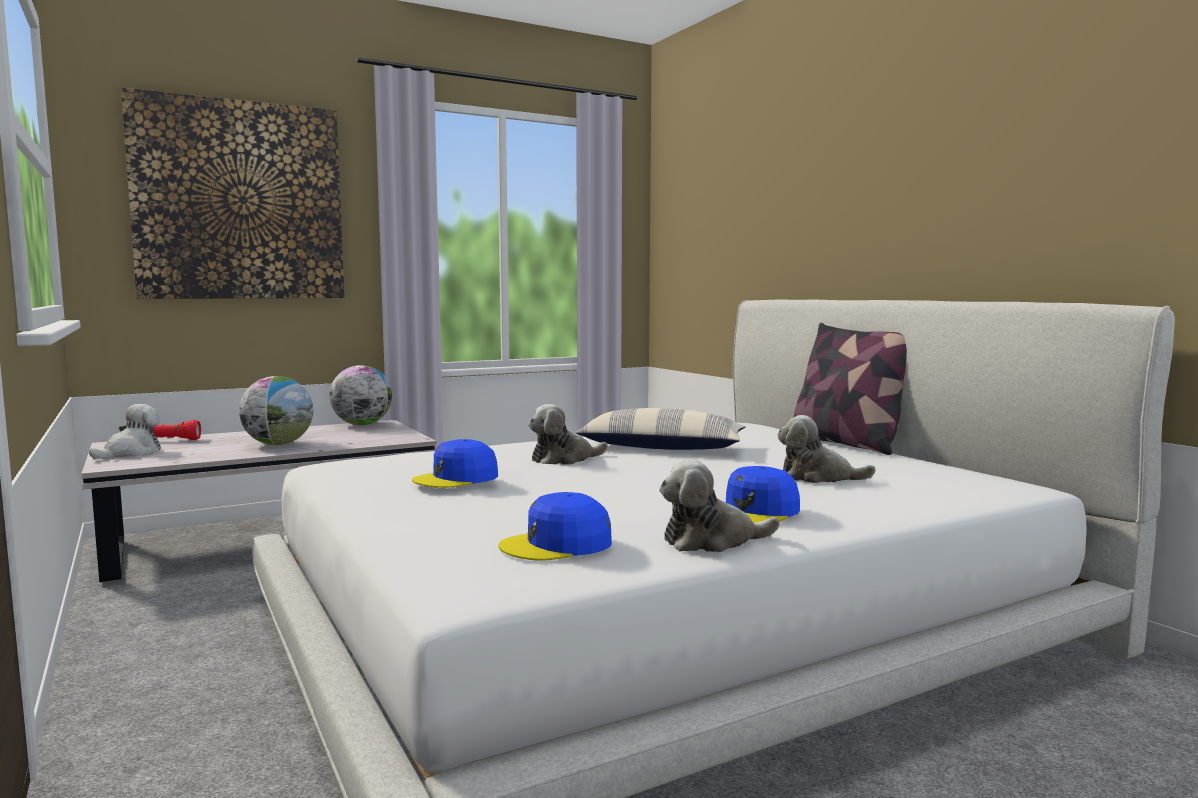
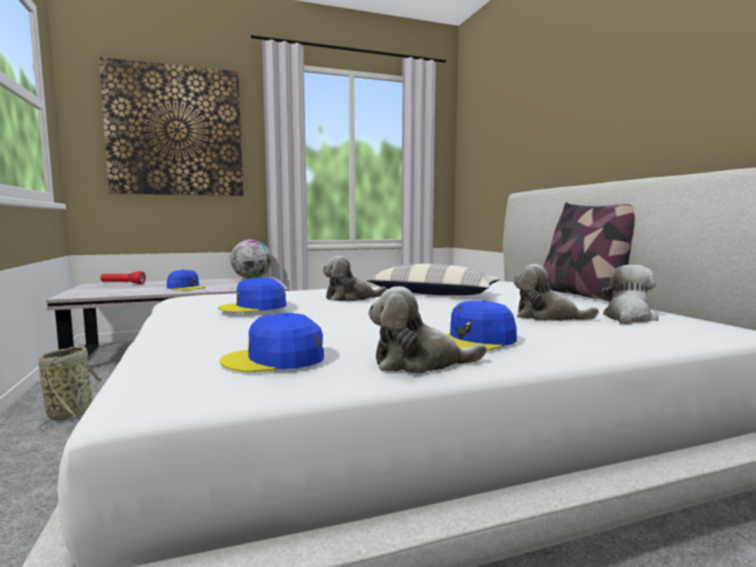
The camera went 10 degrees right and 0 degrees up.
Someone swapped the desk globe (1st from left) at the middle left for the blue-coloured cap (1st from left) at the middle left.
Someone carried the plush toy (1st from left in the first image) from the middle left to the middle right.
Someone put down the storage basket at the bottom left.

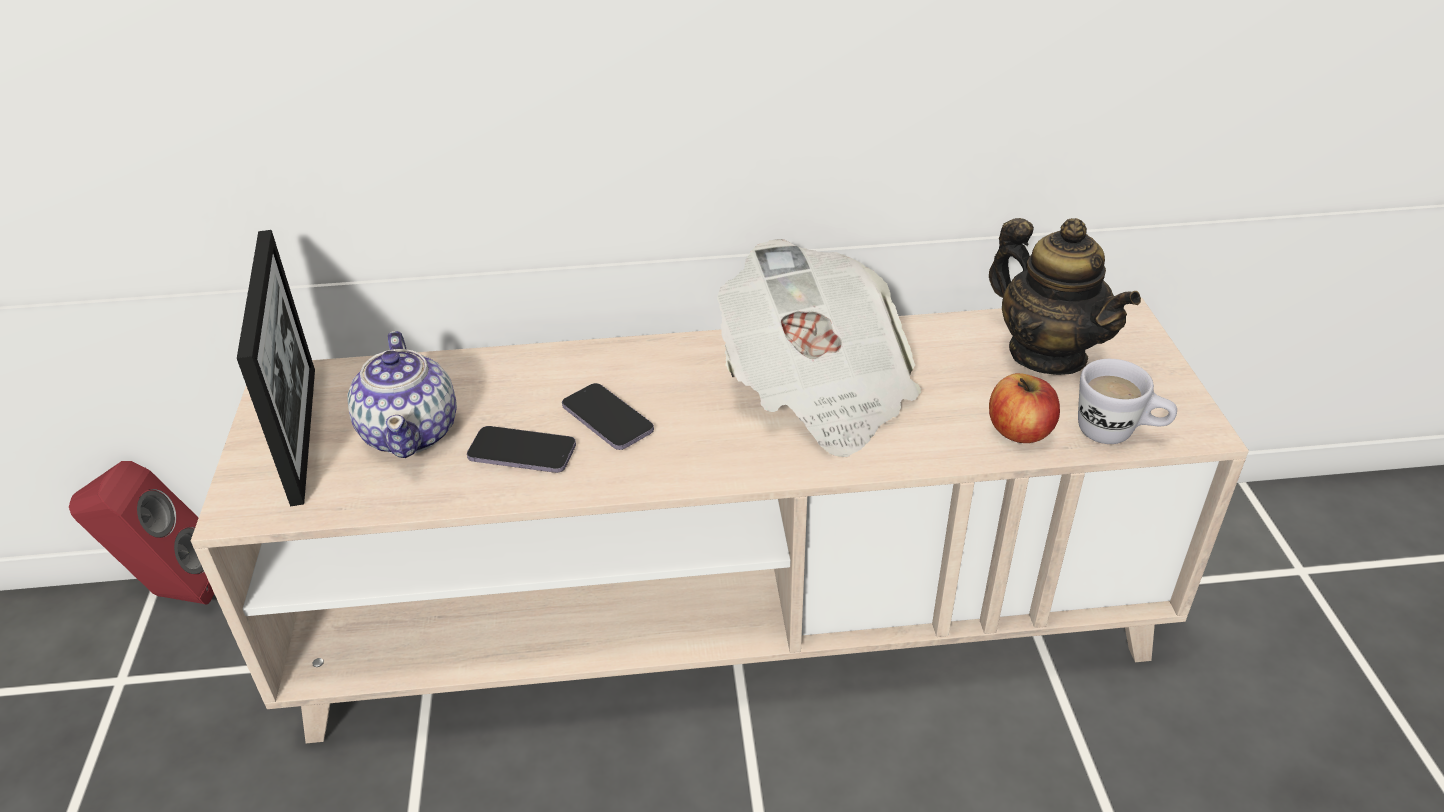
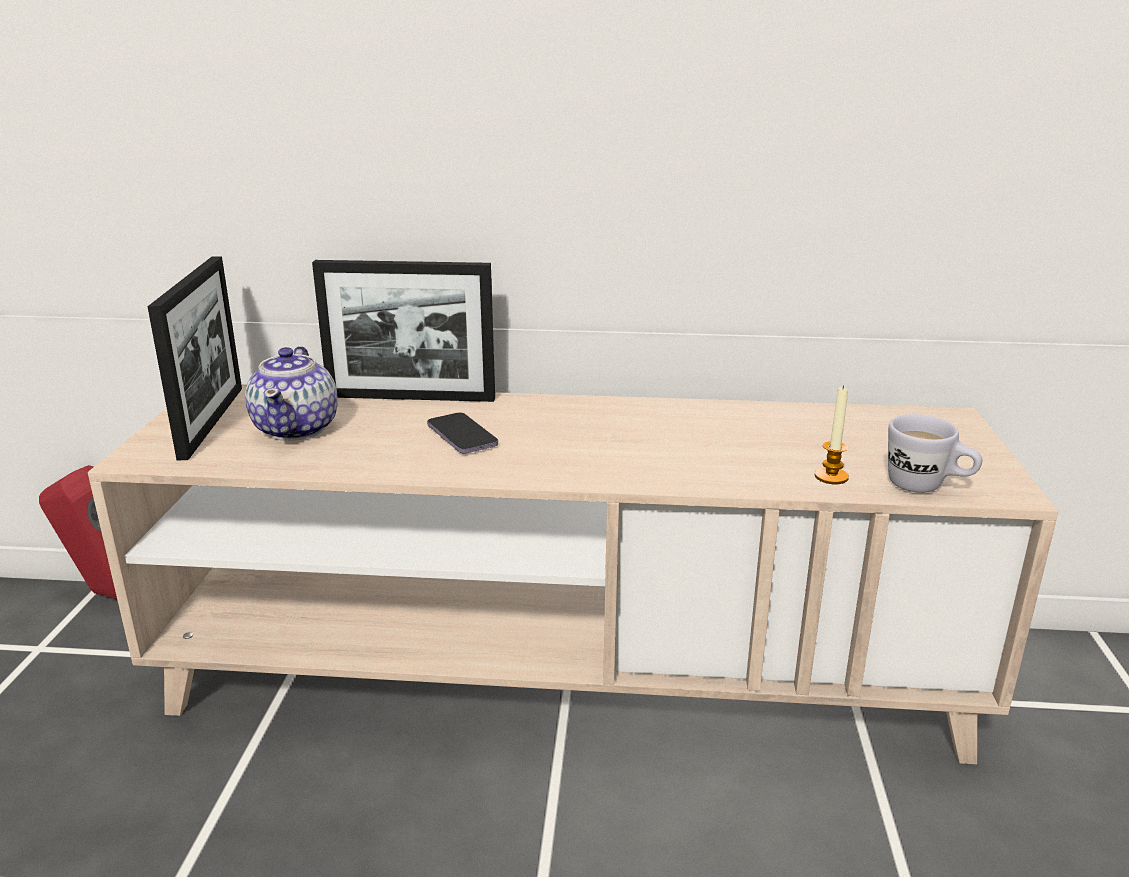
The camera went 10 degrees right and 15 degrees down.
Someone took away the pot for tea (2nd from left) at the middle right.
Someone took away the printed paper at the centre.
Someone swapped the apple at the middle right for the wax candle at the middle right.
Someone took away the handset (1st from left) at the centre.
Someone put down the standing frame (2nd from left) at the centre.

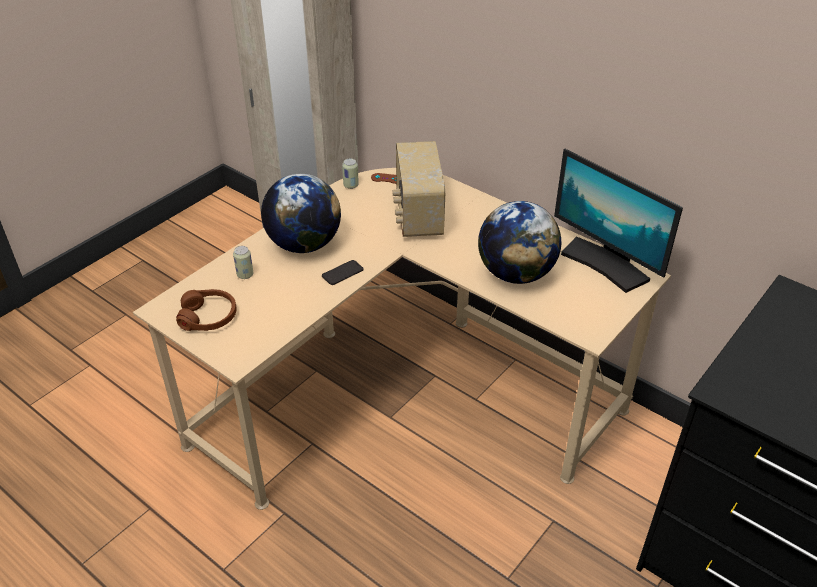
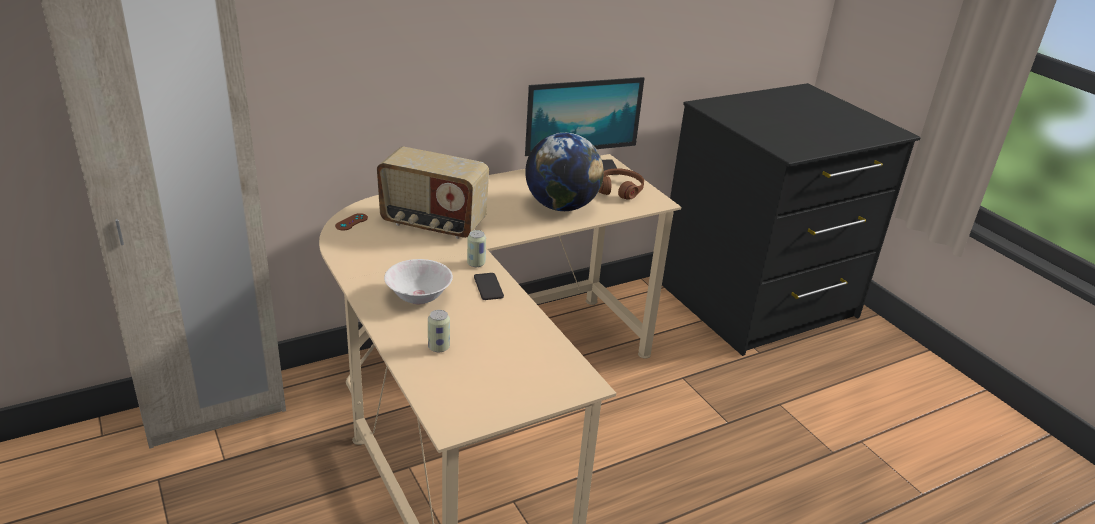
The camera went 70 degrees left and 10 degrees down.
Someone carried the sealed can (2nd from left) from the top centre to the centre.
Someone swapped the desk globe (1st from left) at the centre for the white-coloured serving bowl at the centre.
Someone carried the brown headphones from the middle left to the centre.

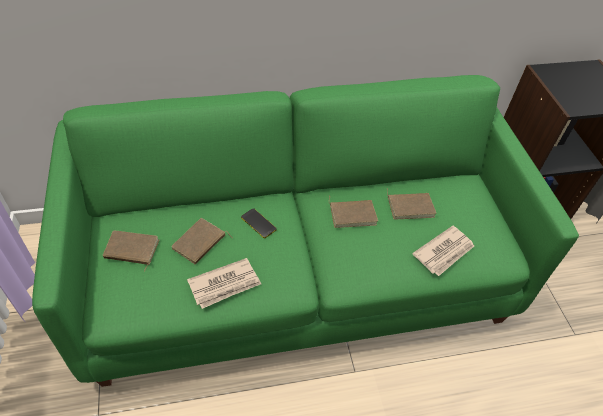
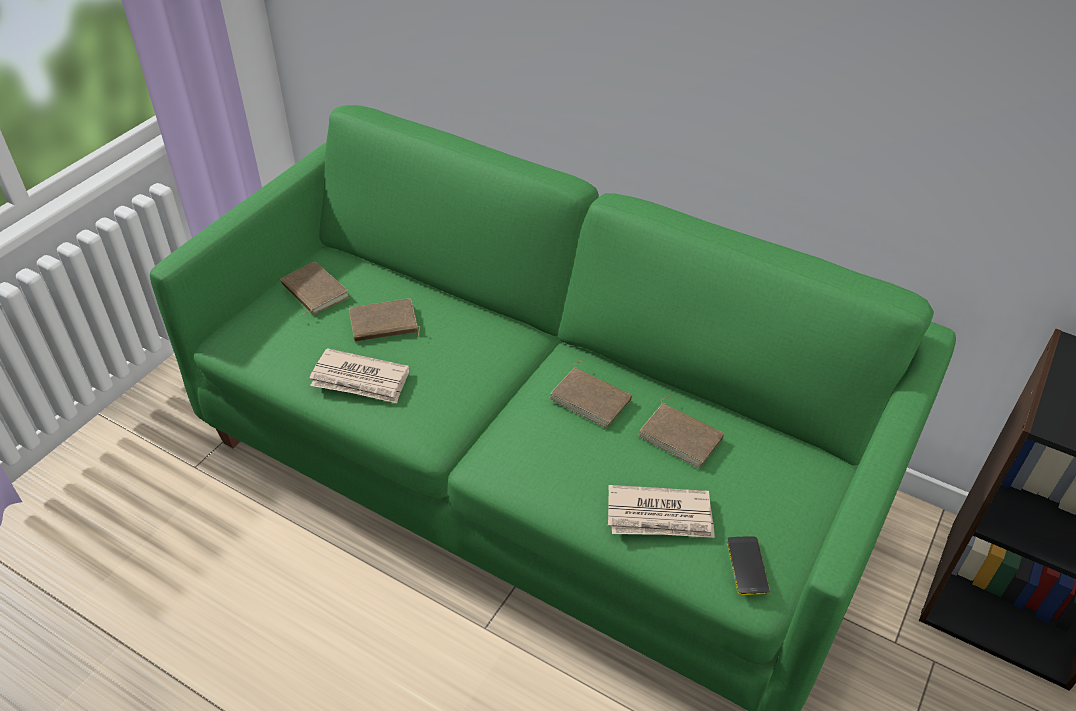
The camera went 45 degrees right and 5 degrees down.
Someone carried the handset from the centre to the bottom right.

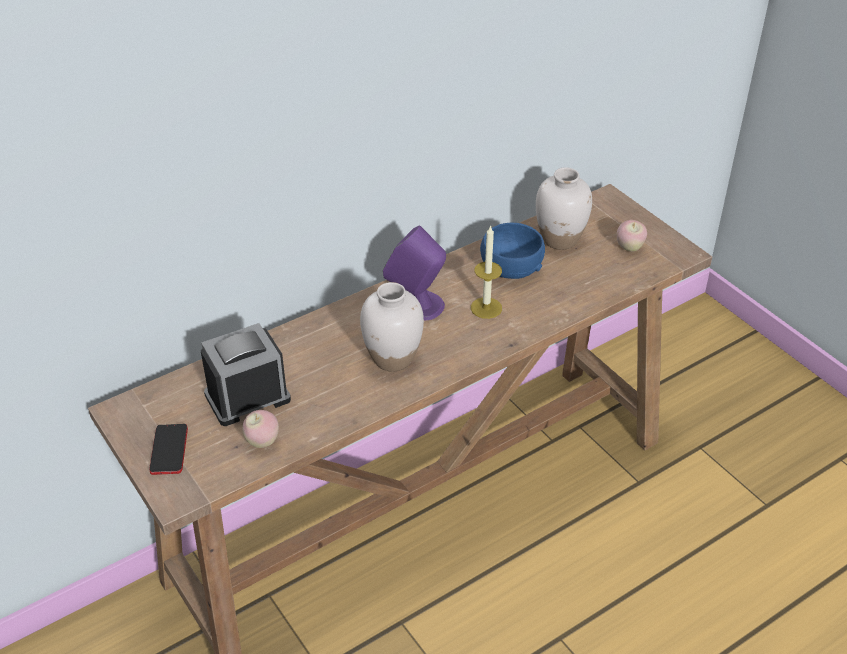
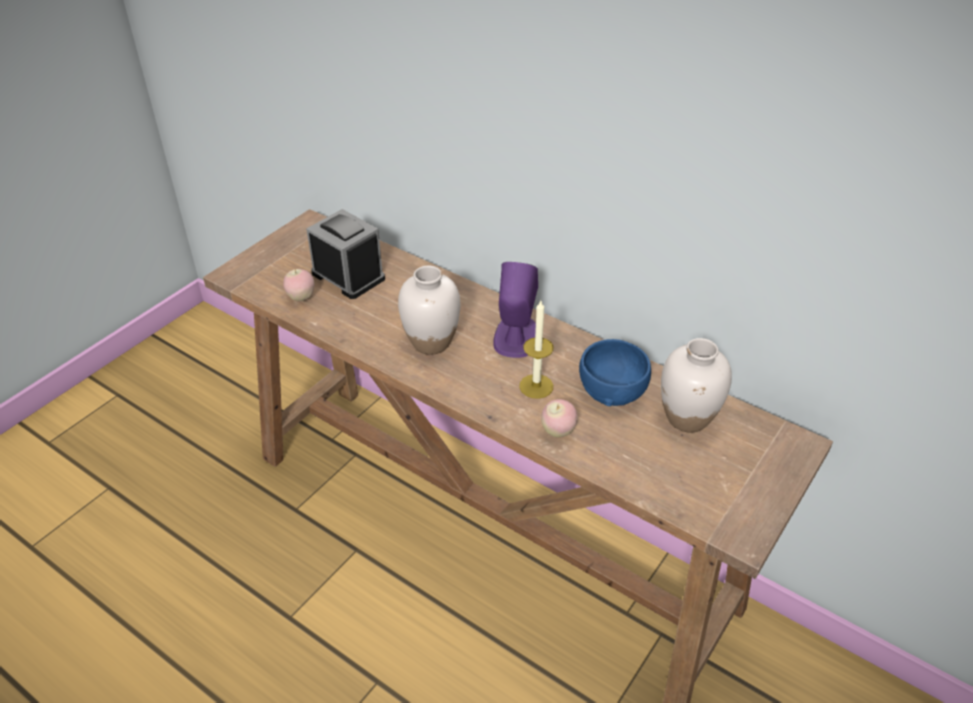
The camera went 70 degrees right and 0 degrees up.
Someone carried the apple (2nd from left) from the middle right to the centre.
Someone took away the handset at the bottom left.

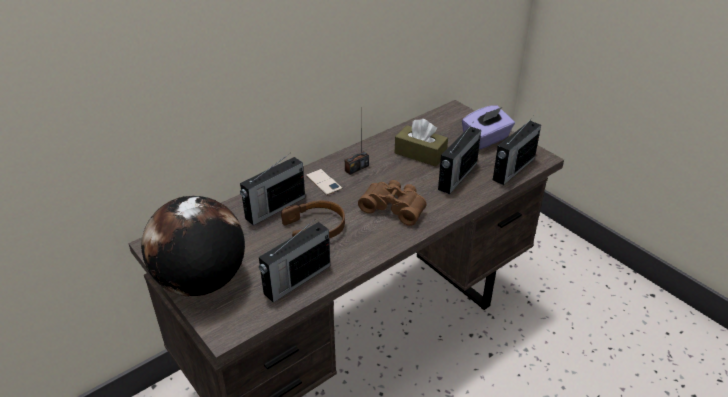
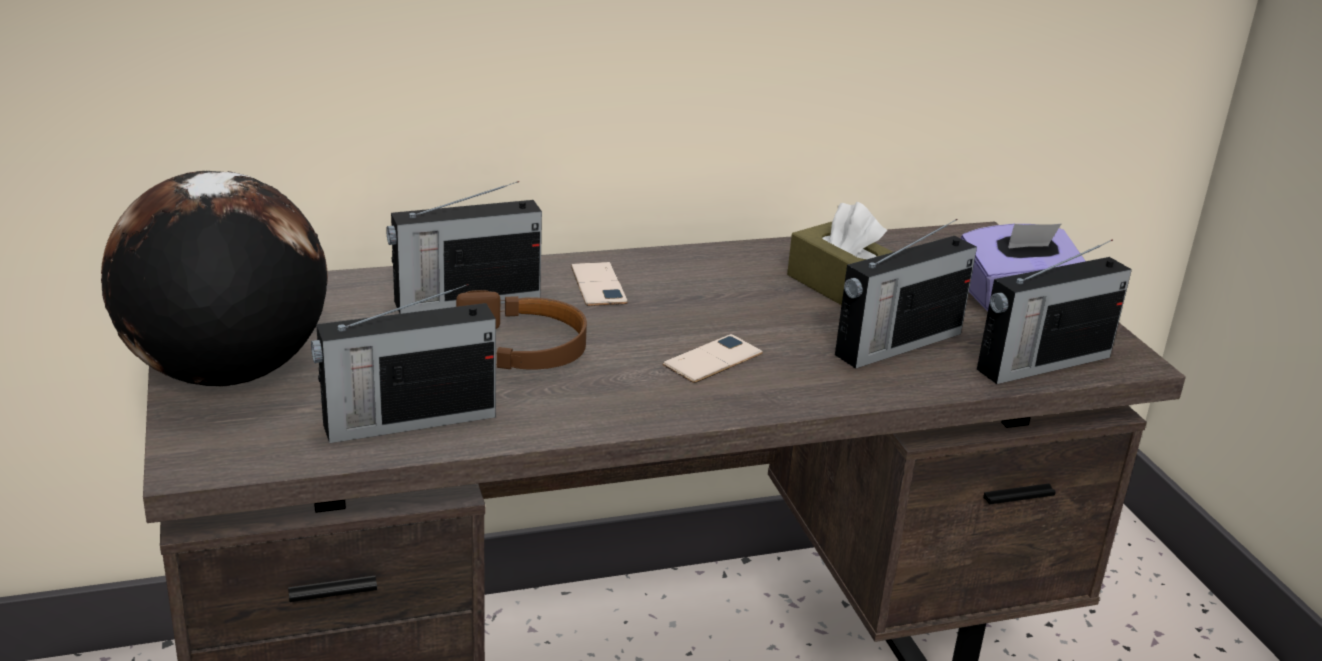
The camera went 20 degrees right and 10 degrees down.
Someone took away the radio (3rd from left) at the centre.
Someone swapped the brown pair of binoculars at the centre for the handset (2nd from left) at the centre.

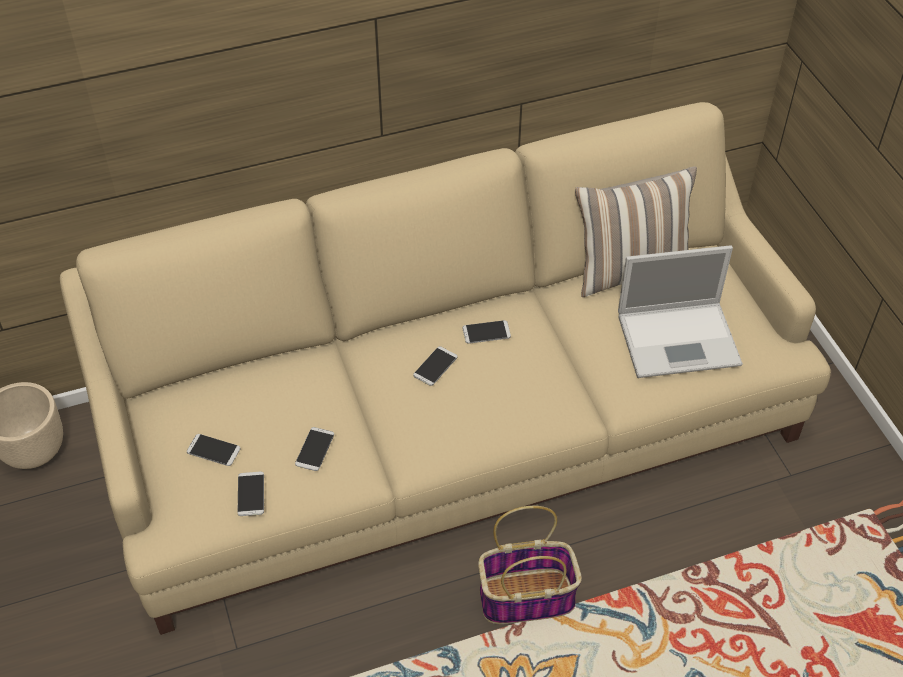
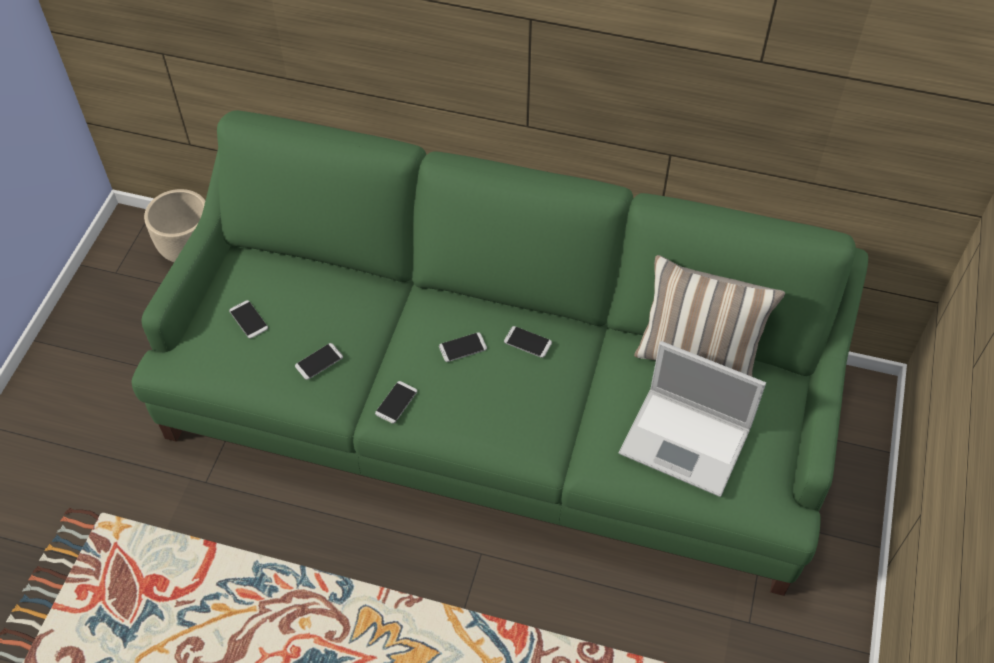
The camera went 35 degrees right and 5 degrees up.
Someone repainted the beige-coloured settee at the centre, which became the greenish settee at the centre.
Someone carried the handset (2nd from left in the first image) from the bottom left to the centre.
Someone took away the storage basket at the bottom centre.

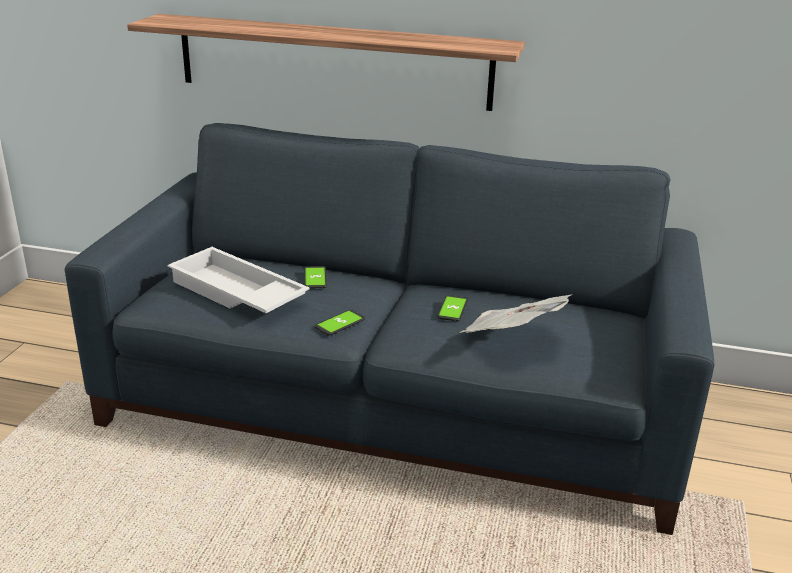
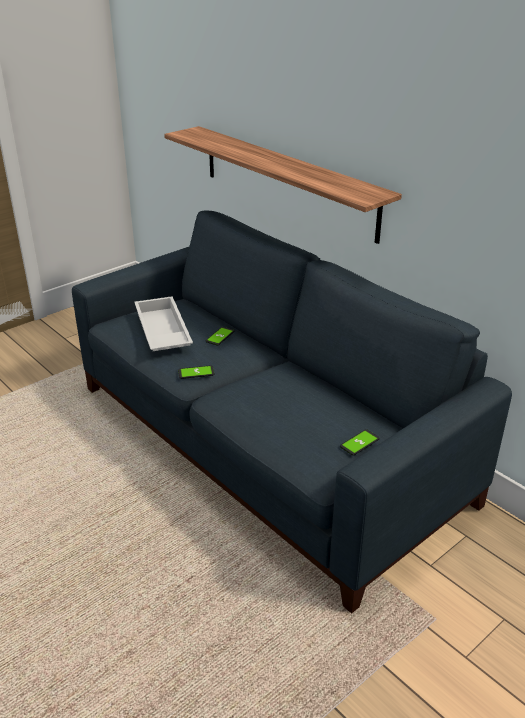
The camera went 35 degrees right and 5 degrees up.
Someone carried the handset (3rd from left) from the centre to the middle right.
Someone took away the printed paper at the centre.

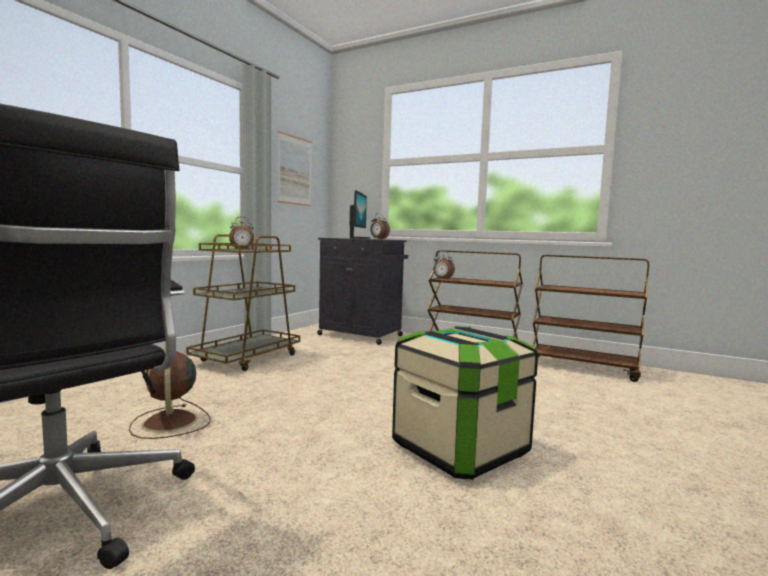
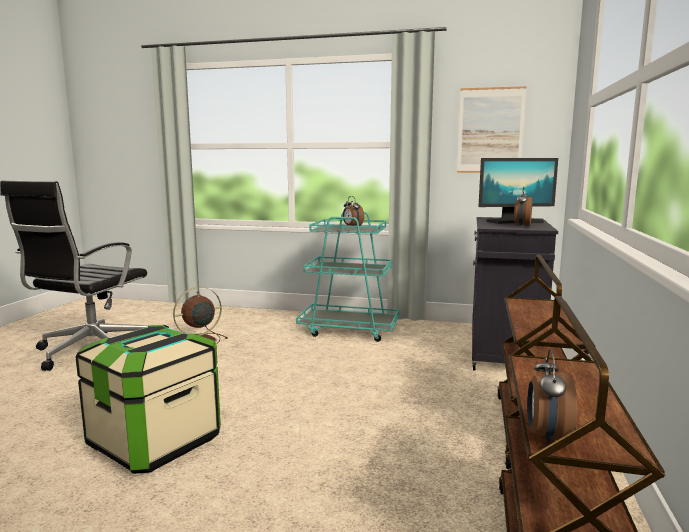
The camera went 75 degrees right and 5 degrees up.
Someone repainted the brown cart (1st from left) at the middle left, which became the blue-green cart at the centre.
Someone carried the table clock (3rd from left) from the centre to the bottom right.

